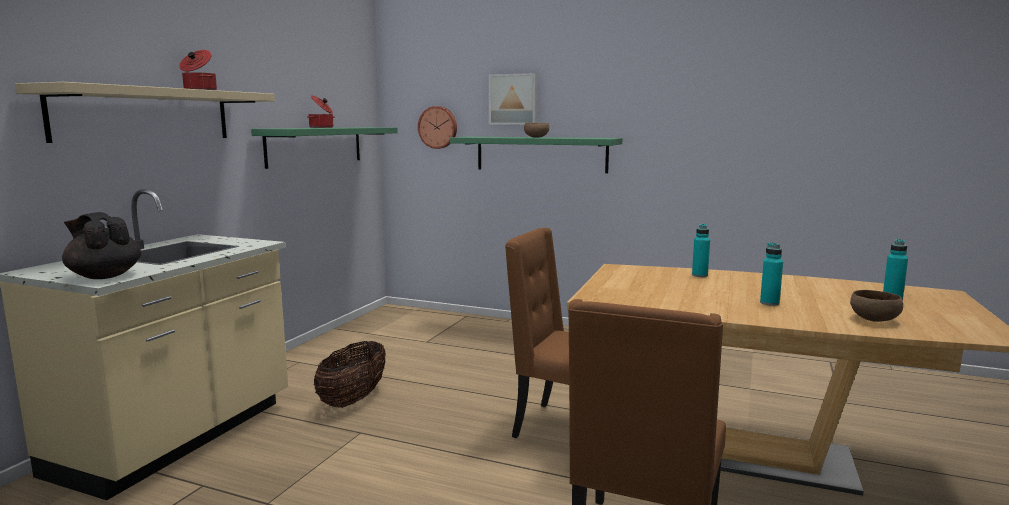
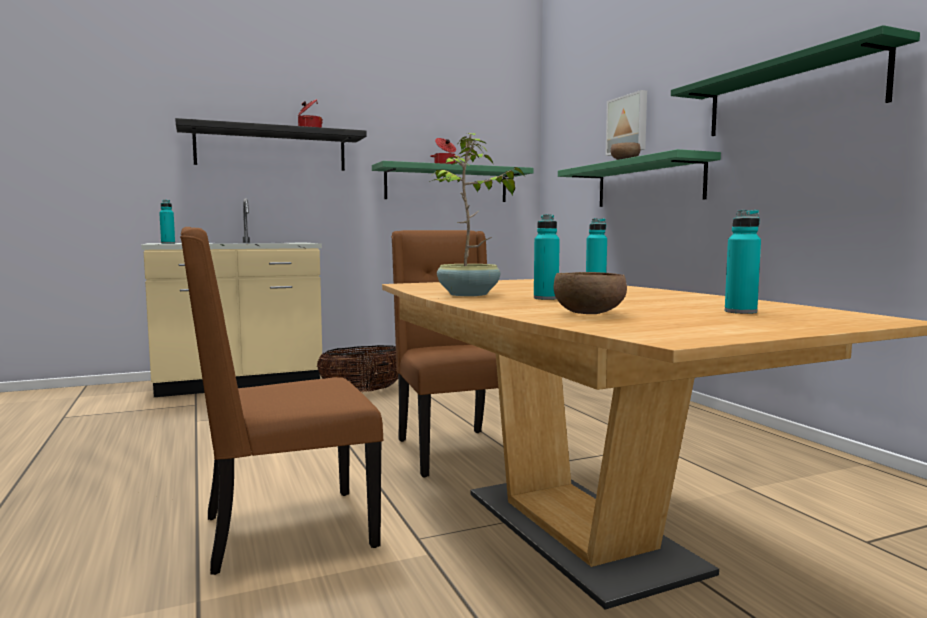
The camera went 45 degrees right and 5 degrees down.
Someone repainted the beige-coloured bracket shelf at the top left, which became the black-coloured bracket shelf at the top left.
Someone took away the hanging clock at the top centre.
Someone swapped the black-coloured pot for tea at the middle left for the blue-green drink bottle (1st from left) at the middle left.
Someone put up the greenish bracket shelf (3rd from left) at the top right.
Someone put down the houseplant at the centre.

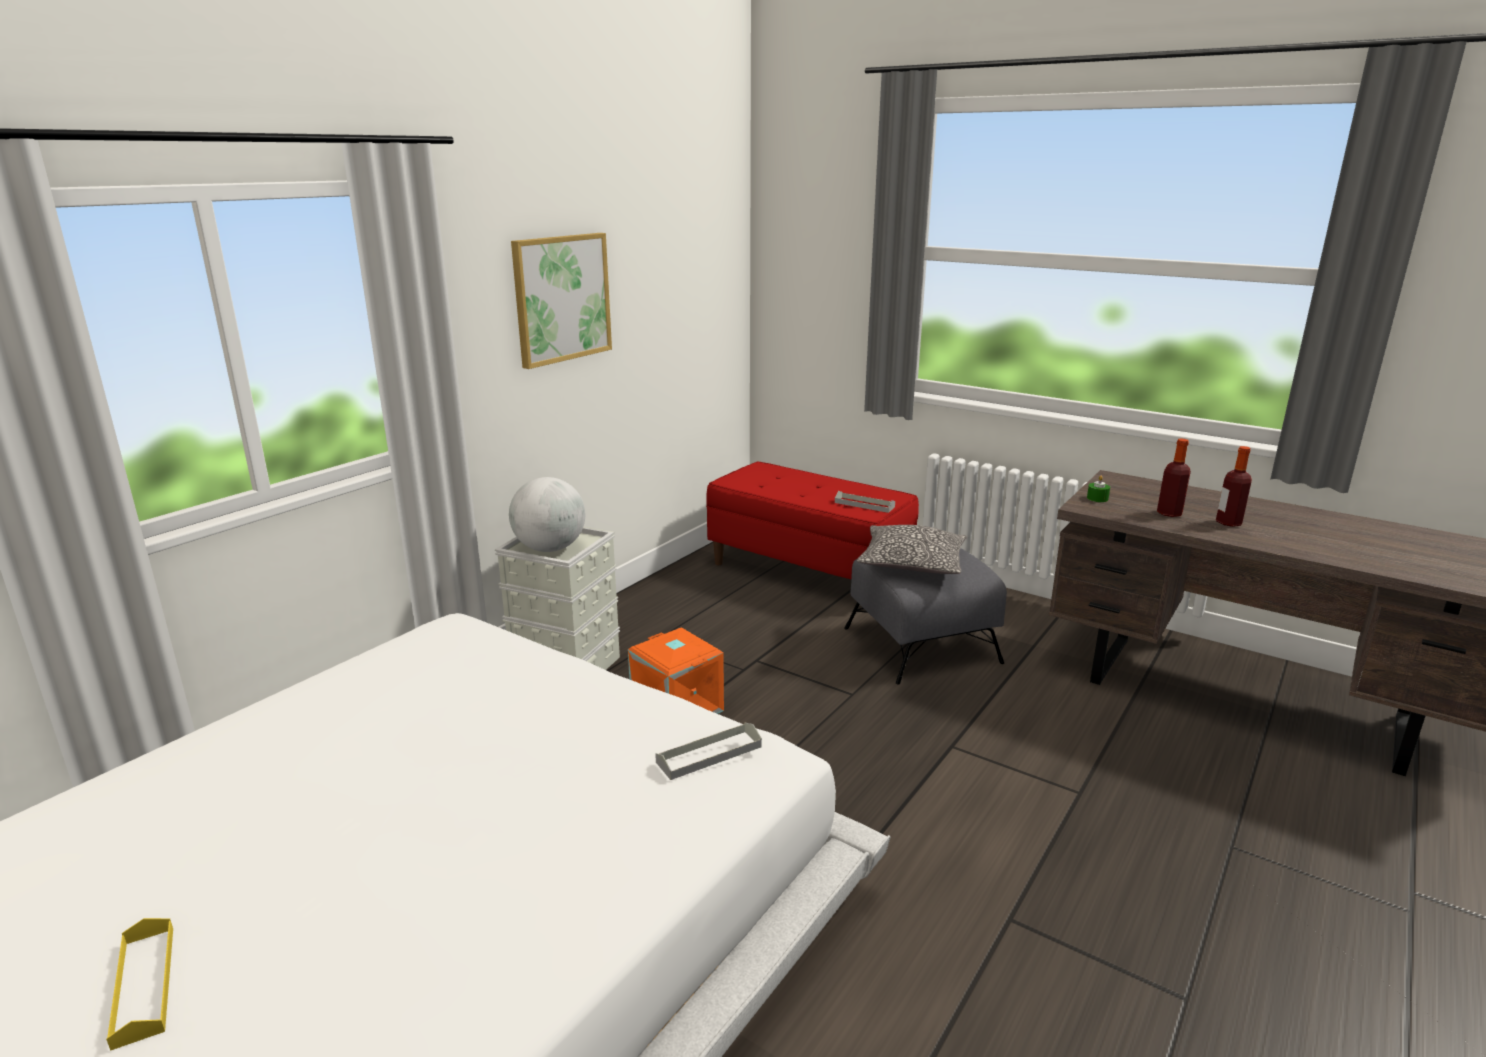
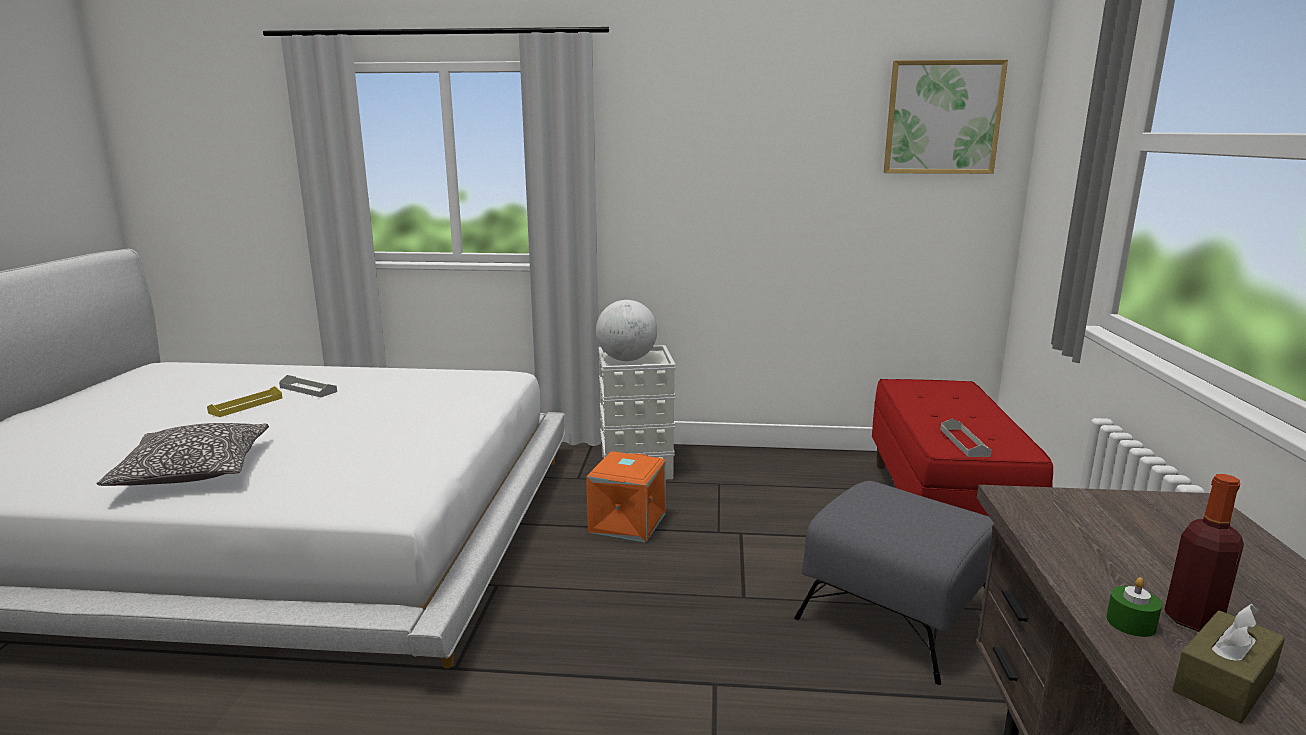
The camera went 60 degrees right and 5 degrees down.
Someone carried the wall picture from the top centre to the top right.
Someone took away the drink bottle (1st from left) at the middle right.
Someone carried the greenish wax candle from the middle right to the bottom right.
Someone carried the throw pillow from the centre to the middle left.
Someone carried the grey carrying tray (1st from left) from the bottom centre to the middle left.
Someone carried the yellow carrying tray from the bottom left to the middle left.
Someone put down the brown tissue holder at the bottom right.

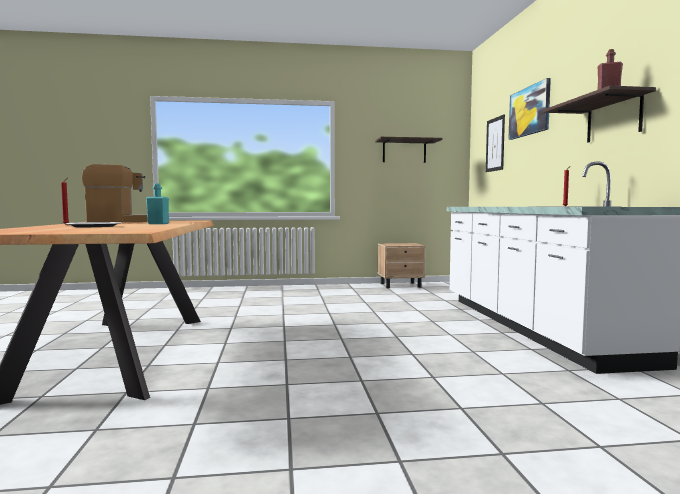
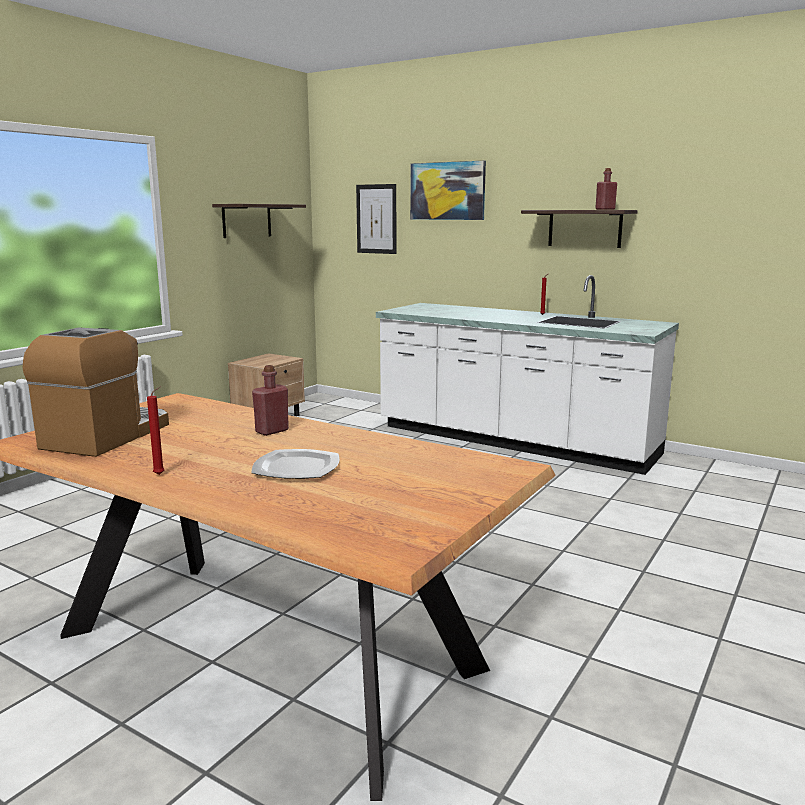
The camera went 50 degrees left and 10 degrees up.
Someone repainted the blue-green drink bottle at the middle left, which became the red-coloured drink bottle (1st from left) at the centre.

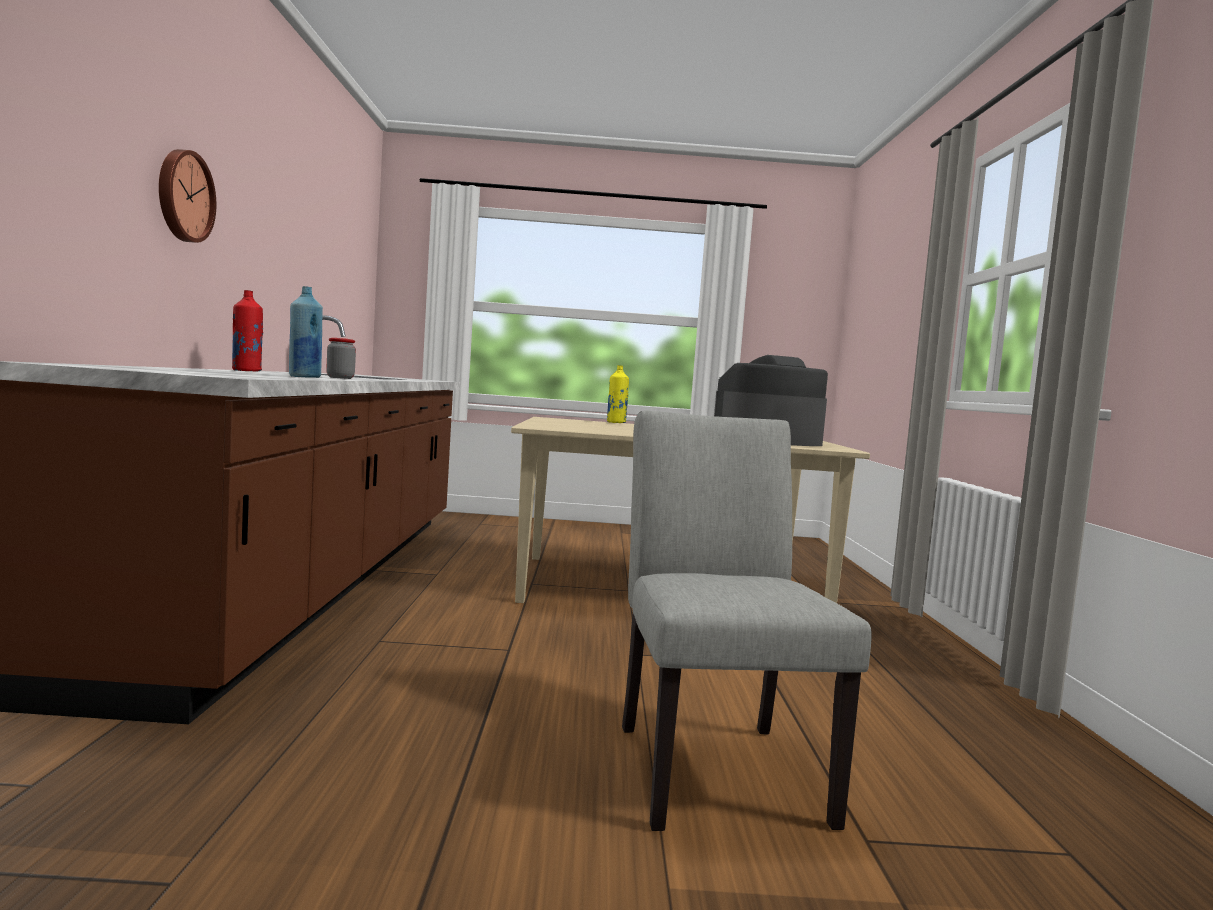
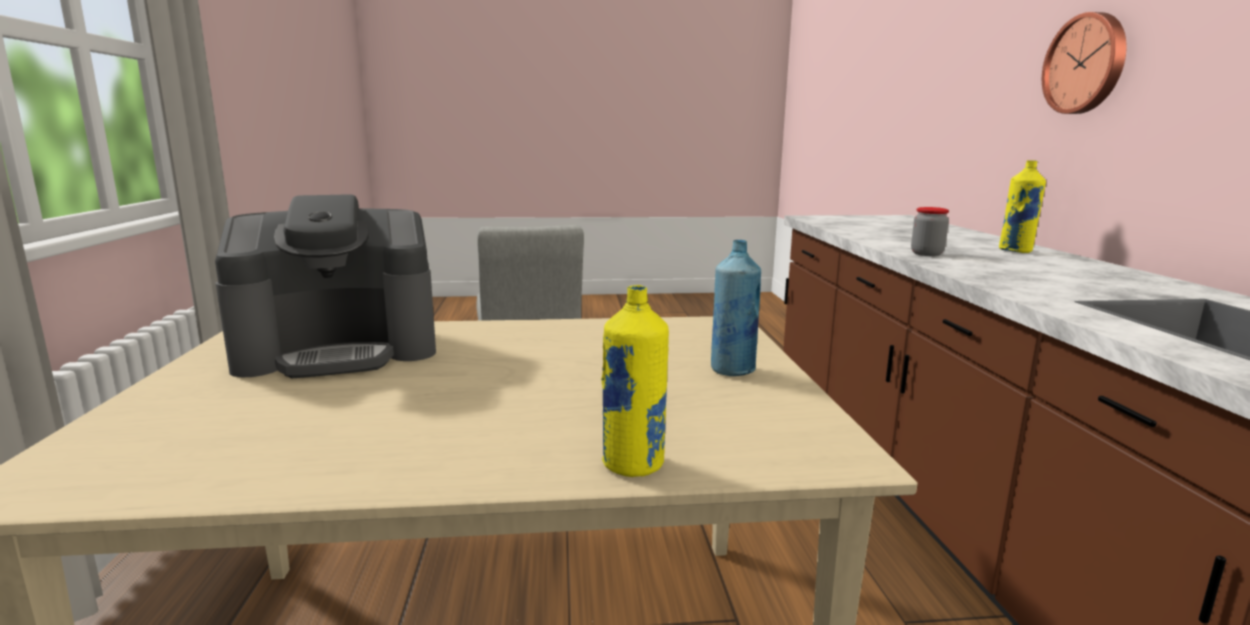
The camera went 175 degrees right and 10 degrees up.
Someone carried the blue-coloured drink bottle from the middle left to the centre.
Someone repainted the red-coloured drink bottle at the middle left, which became the yellow drink bottle (2nd from left) at the top right.

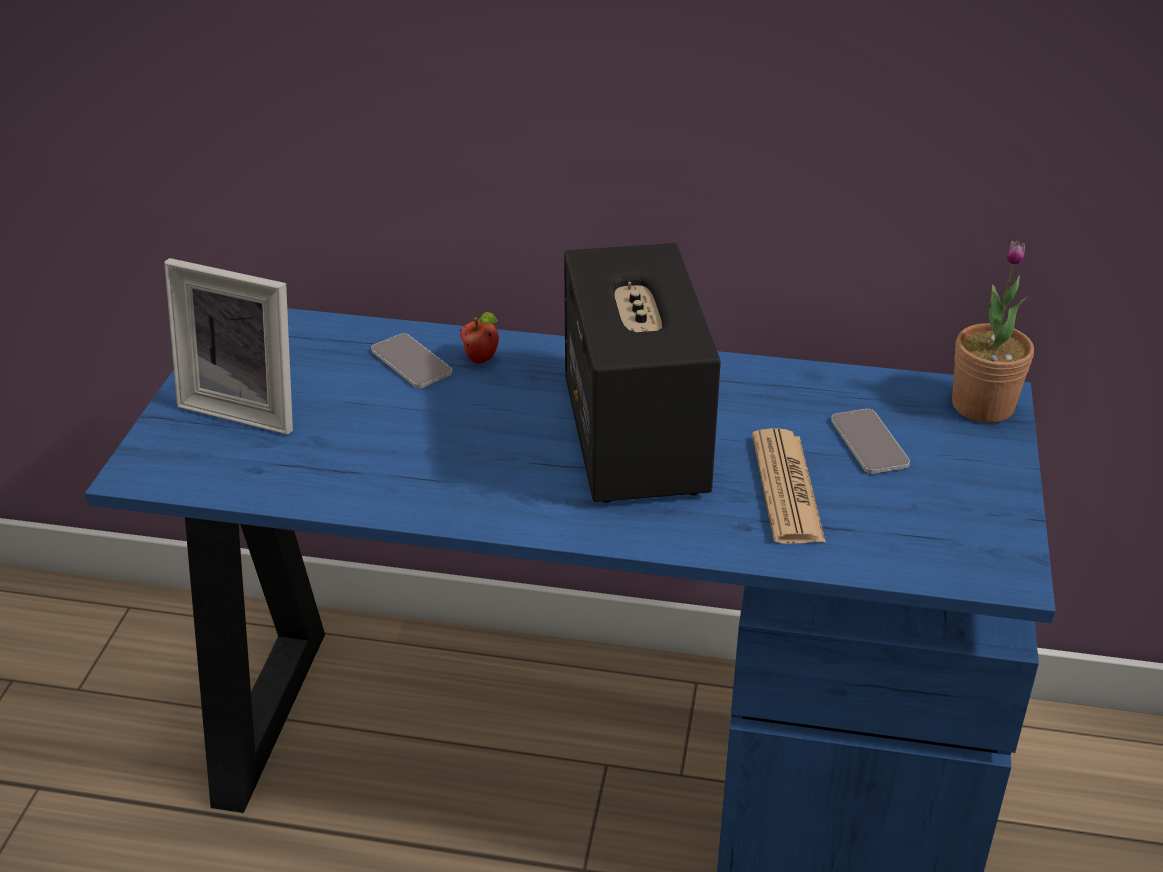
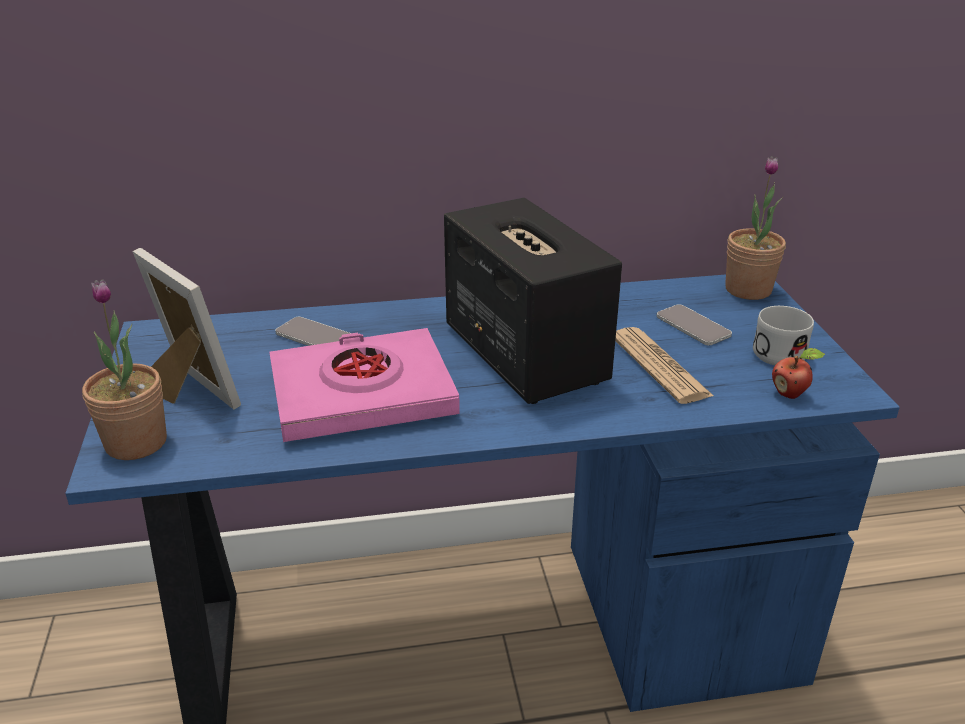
The camera went 20 degrees left and 5 degrees down.
Someone rotated the standing frame at the middle left by 135 degrees counterclockwise.
Someone carried the apple from the centre to the middle right.
Someone put down the houseplant (1st from left) at the middle left.
Someone put down the white-coloured mug at the middle right.
Someone put down the pinkish book at the centre.

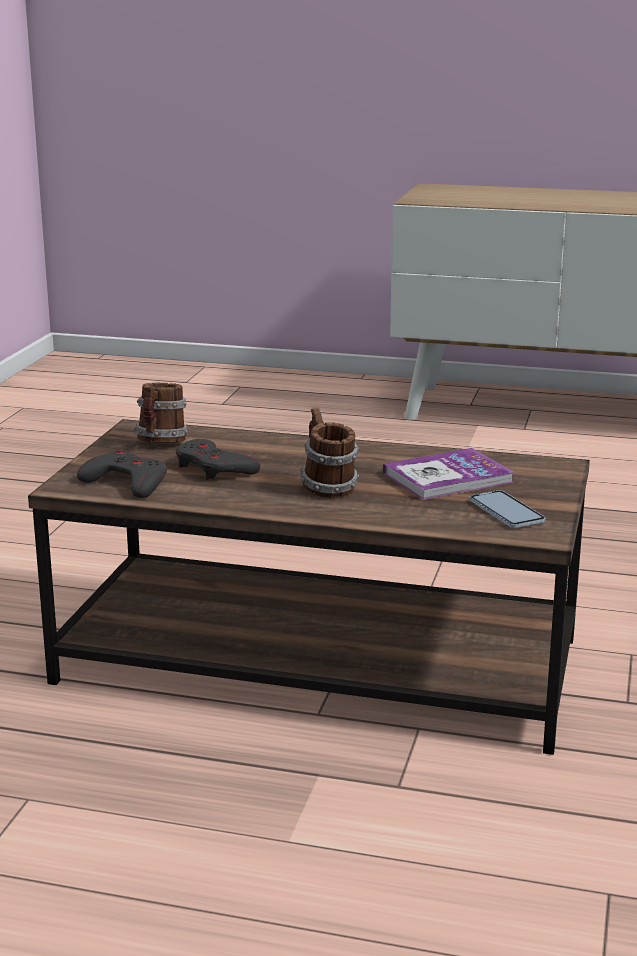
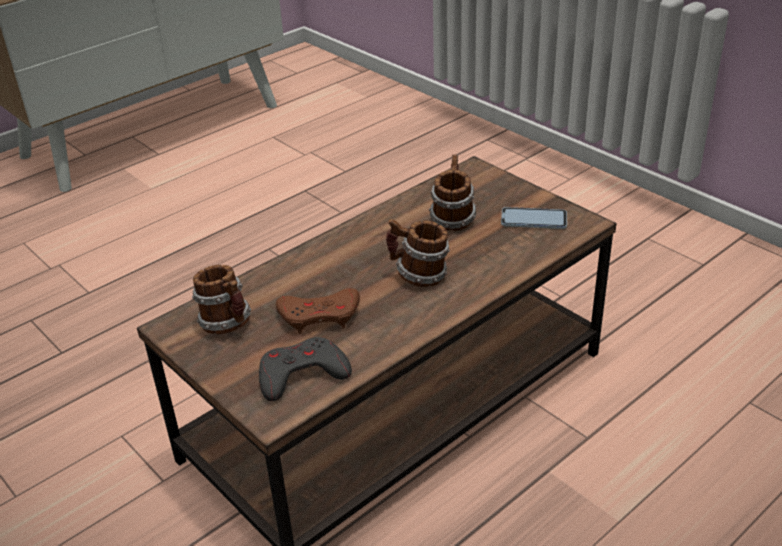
The camera went 55 degrees left and 15 degrees up.
Someone repainted the grey joypad (2nd from left) at the centre, which became the brown joypad at the centre.
Someone swapped the book at the middle right for the mug (3rd from left) at the centre.

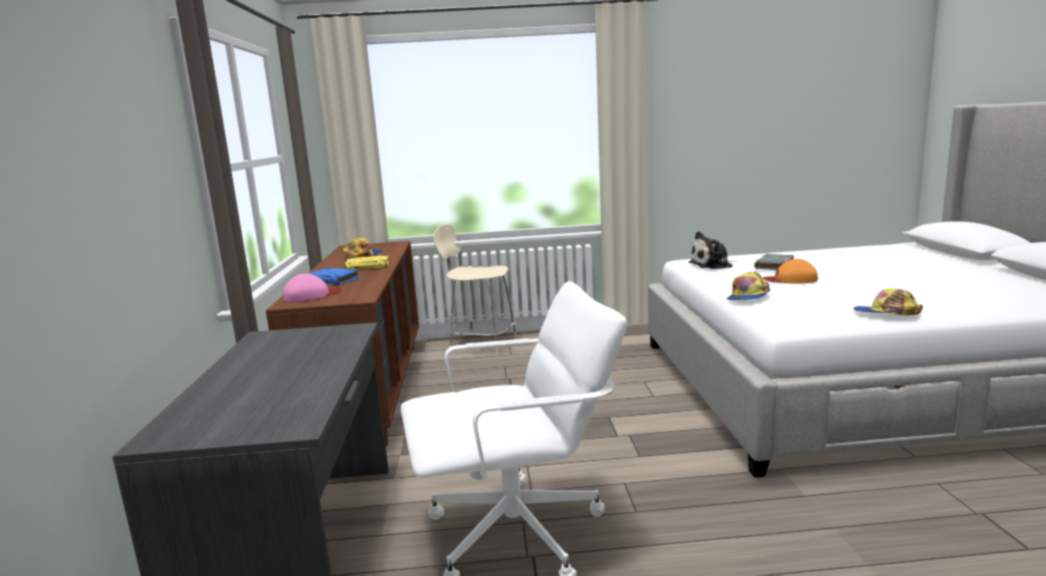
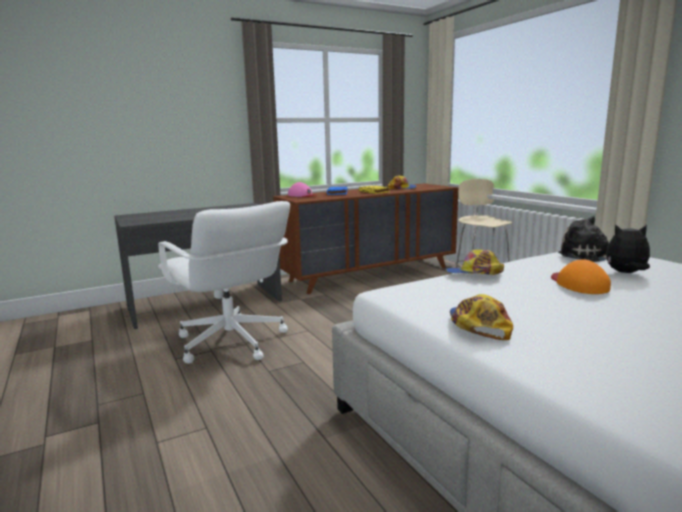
The camera went 65 degrees right and 0 degrees up.
Someone swapped the grey book at the middle right for the plush toy (2nd from left) at the middle right.

